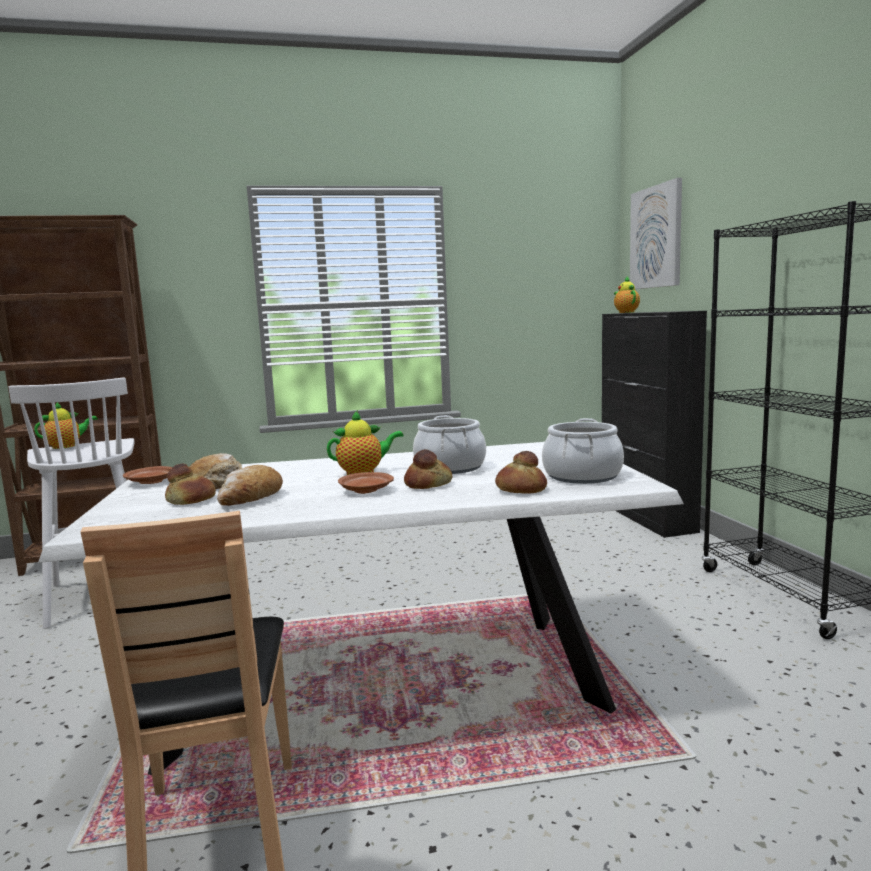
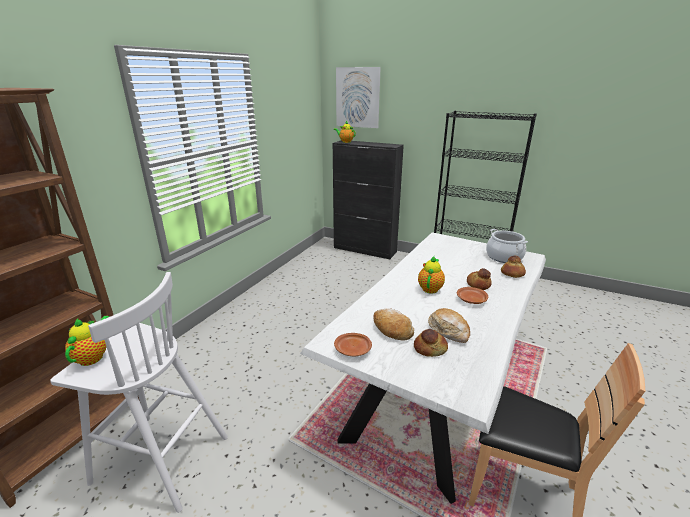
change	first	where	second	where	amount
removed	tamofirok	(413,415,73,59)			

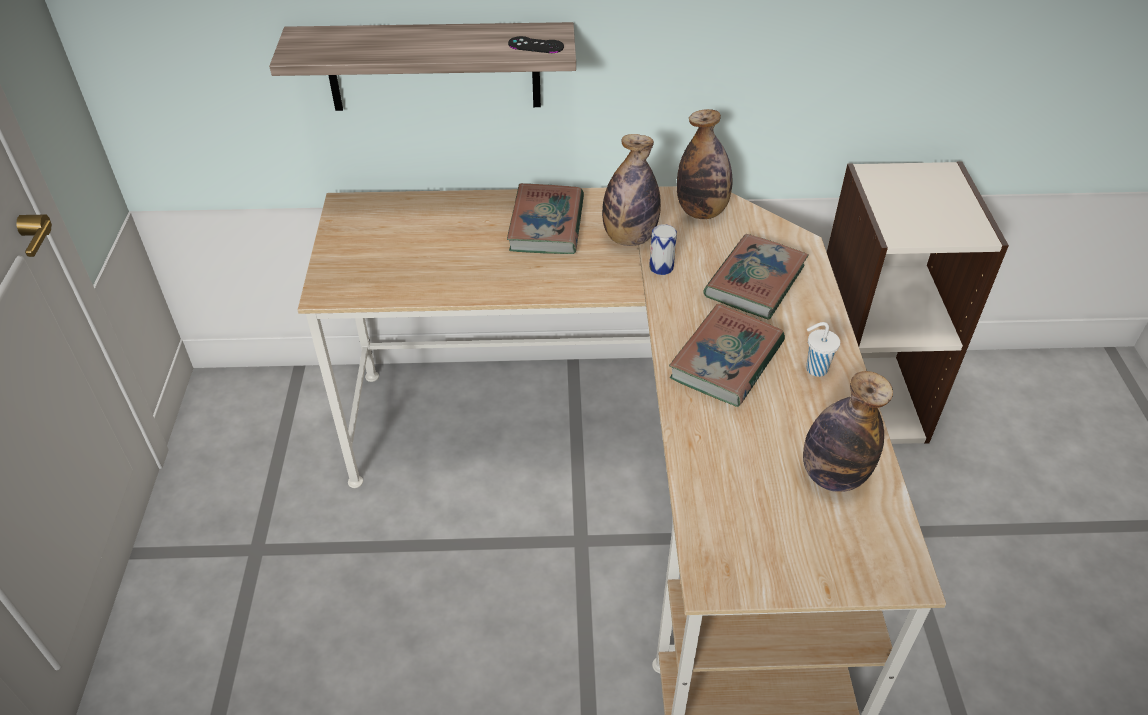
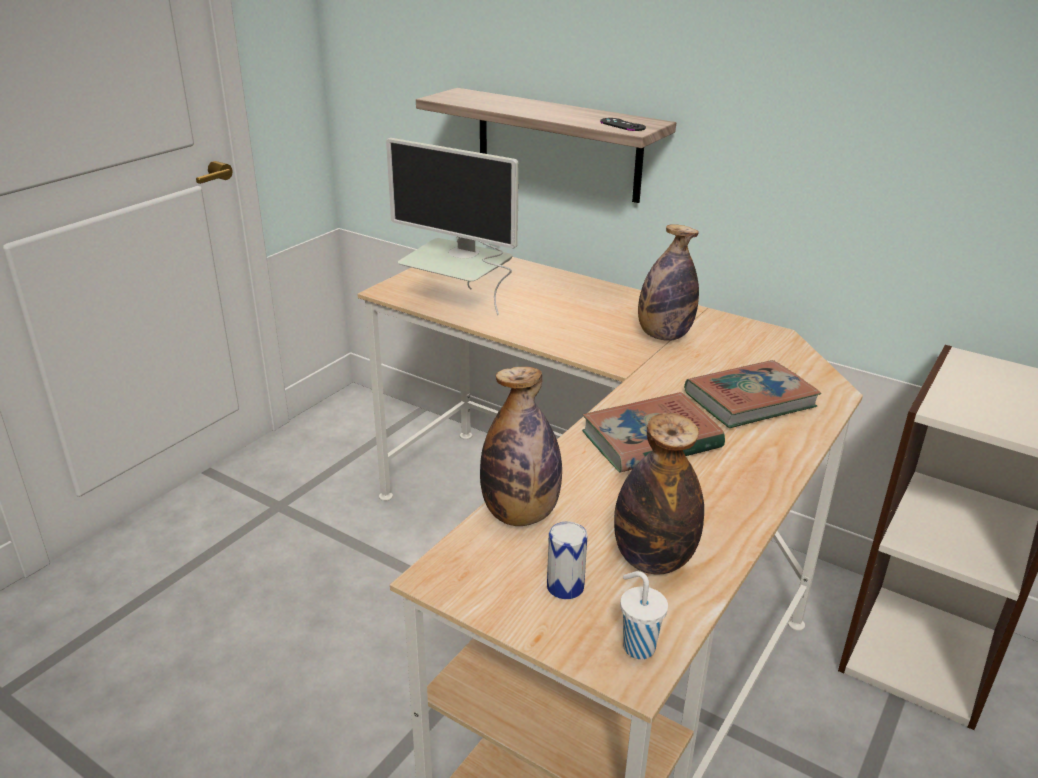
change	first	where	second	where	amount
added			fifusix	(386,138,132,177)	
moved	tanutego	(677,109,56,110)		(480,367,82,159)	
moved	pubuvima	(649,224,28,51)		(547,521,41,78)	
moved	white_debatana	(806,322,34,55)		(620,571,48,88)	
removed	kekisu	(507,183,77,71)			

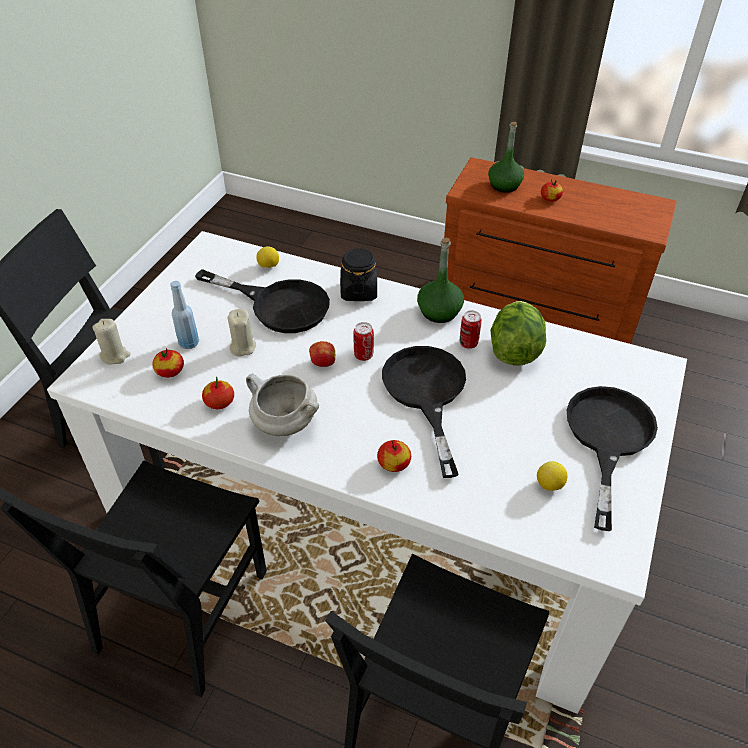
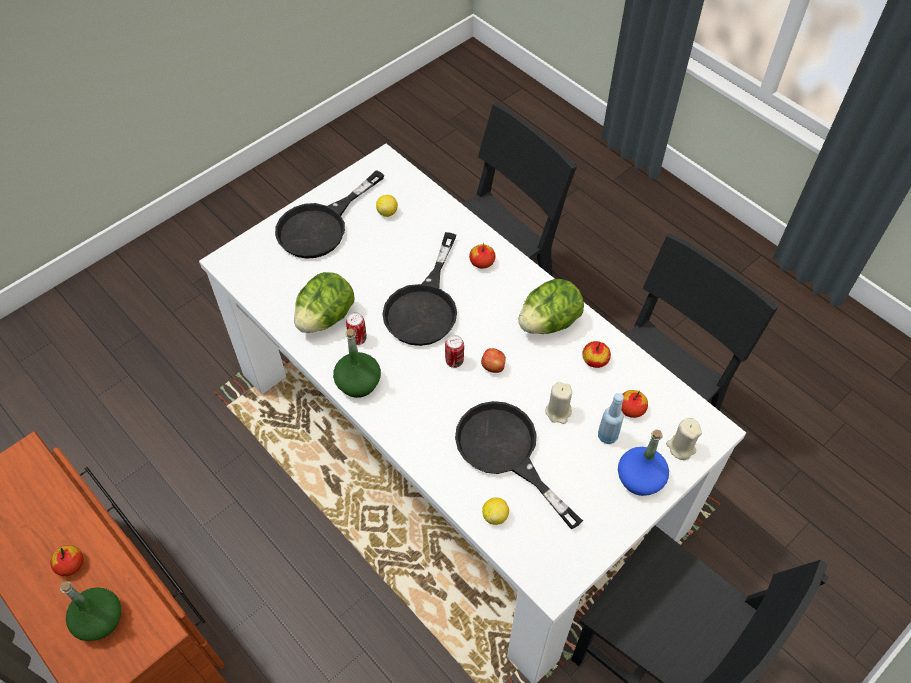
change	first	where	second	where	amount
replaced	white_tamofirok	(246,374,73,62)	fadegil	(518,279,66,55)	
added			blue_tanutego	(618,430,51,66)	
removed	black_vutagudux	(340,248,37,53)			

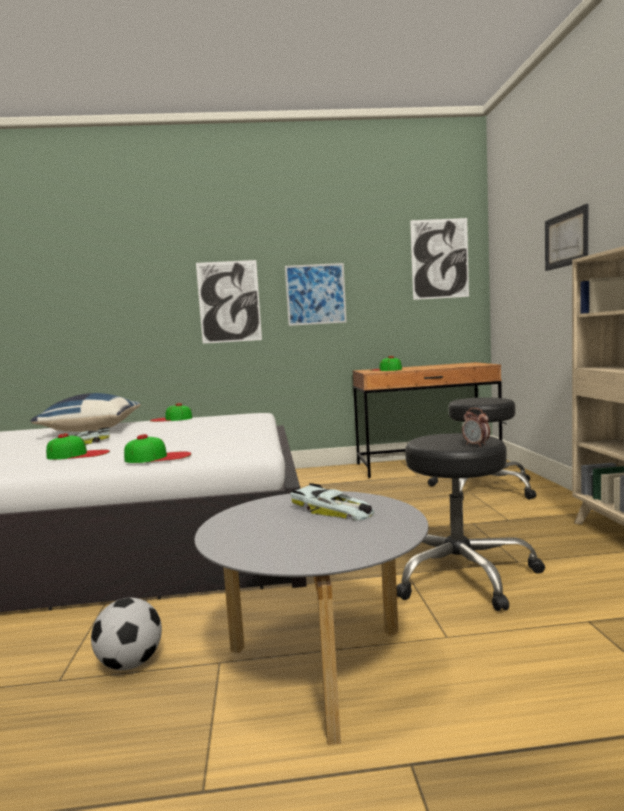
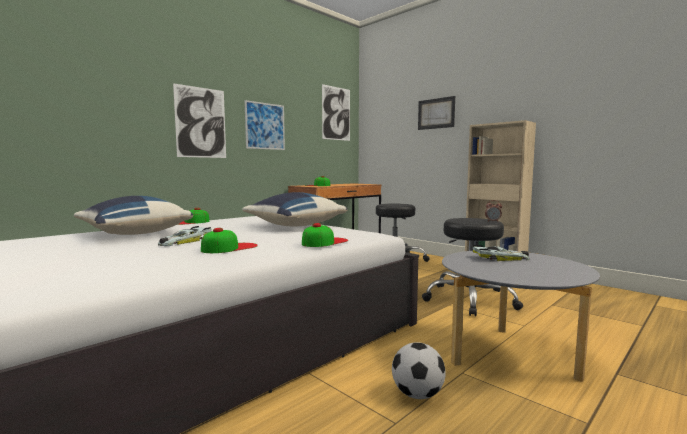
change	first	where	second	where	amount
added			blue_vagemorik	(242,192,105,35)	

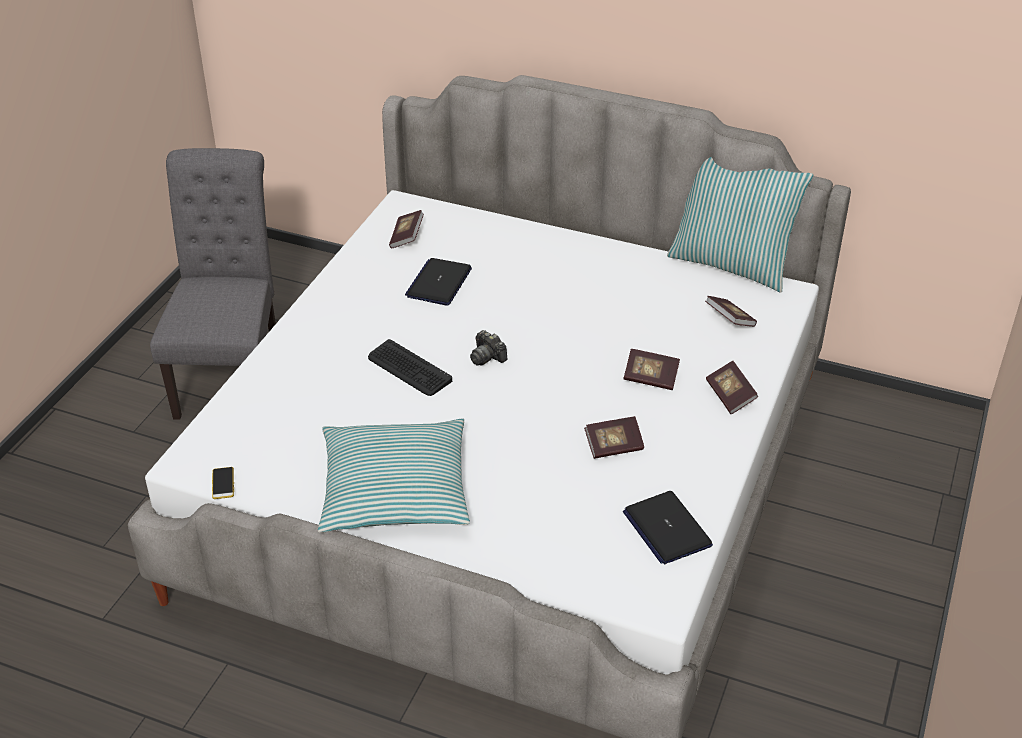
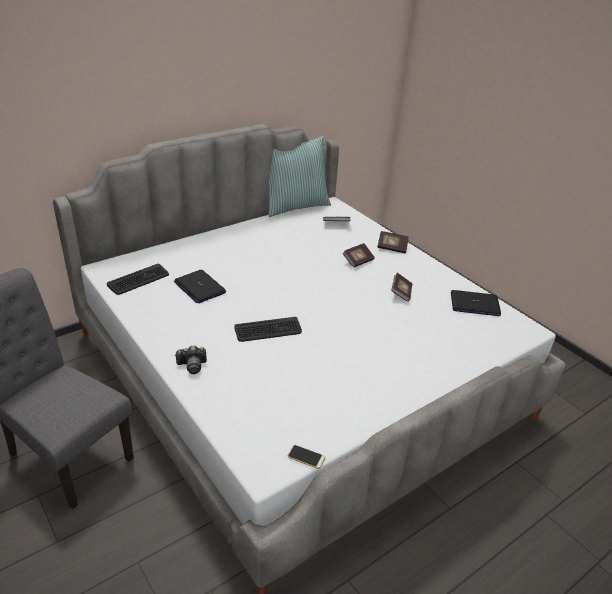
change	first	where	second	where	amount
replaced	kekisu	(389,210,35,39)	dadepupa	(107,264,62,31)	
moved	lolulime	(470,330,37,35)		(175,345,32,29)	
removed	vagemorik	(318,418,152,115)			

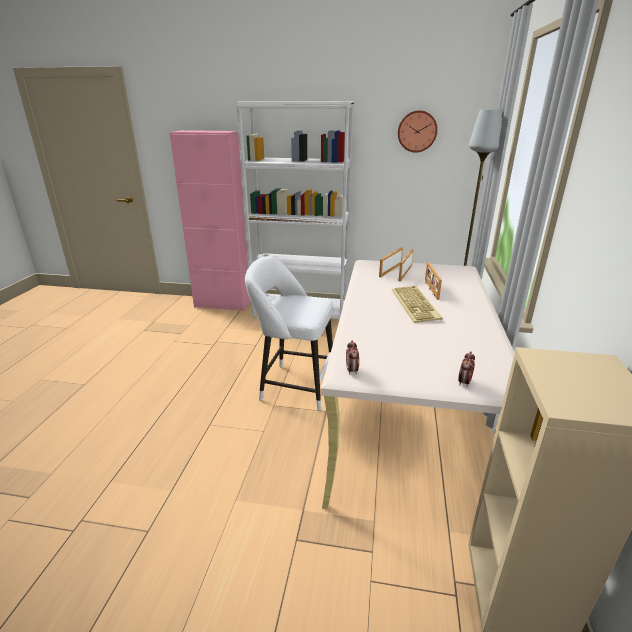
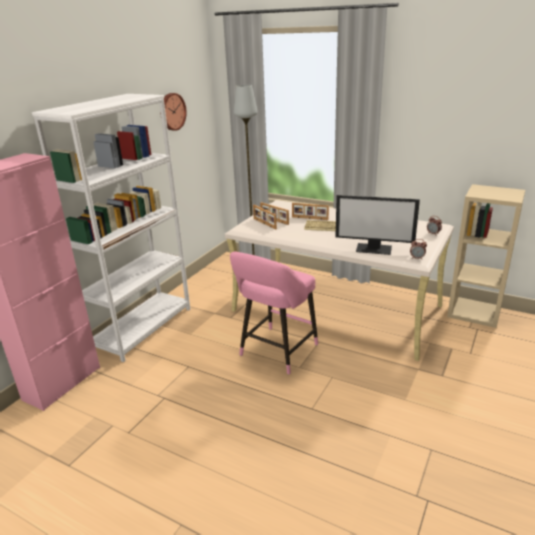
change	first	where	second	where	amount
recoloured	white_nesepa	(245,256,88,155)	pink_nesepa	(230,252,88,123)	
added			fifusix	(335,195,85,60)	

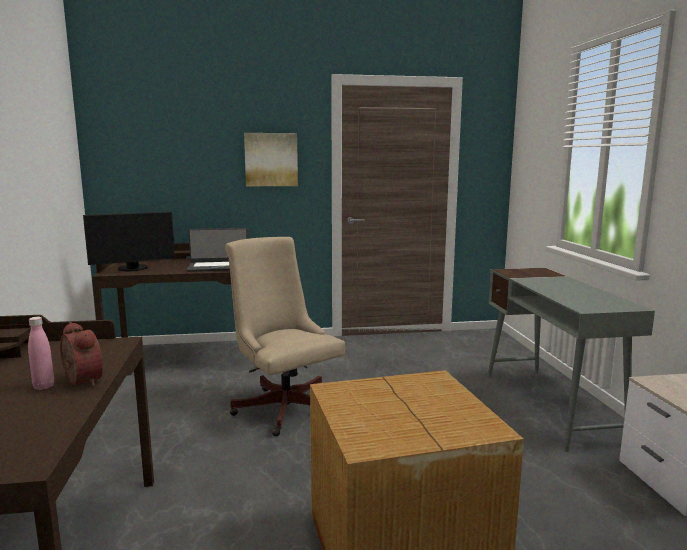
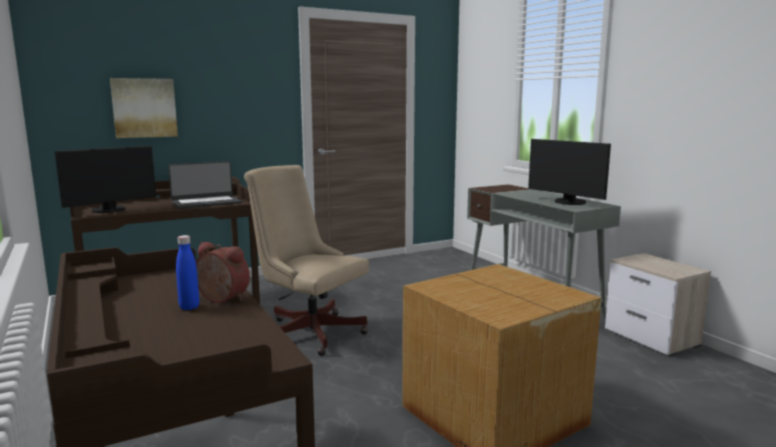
change	first	where	second	where	amount
moved	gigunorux	(244,133,54,53)		(110,78,68,60)	
recoloured	pink_tanutego	(28,317,26,73)	blue_tanutego	(176,235,23,75)	
added			fifusix	(528,139,83,66)	

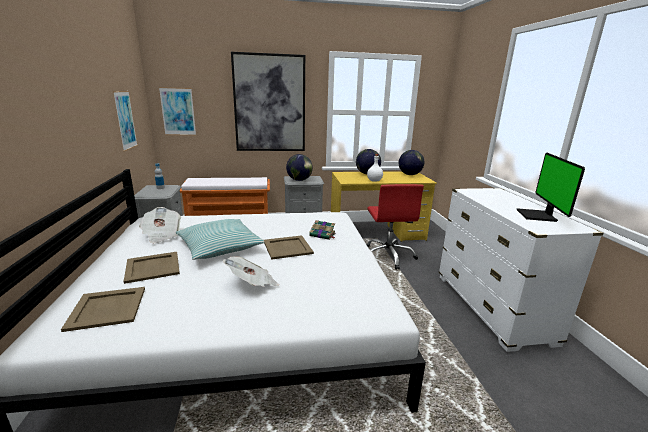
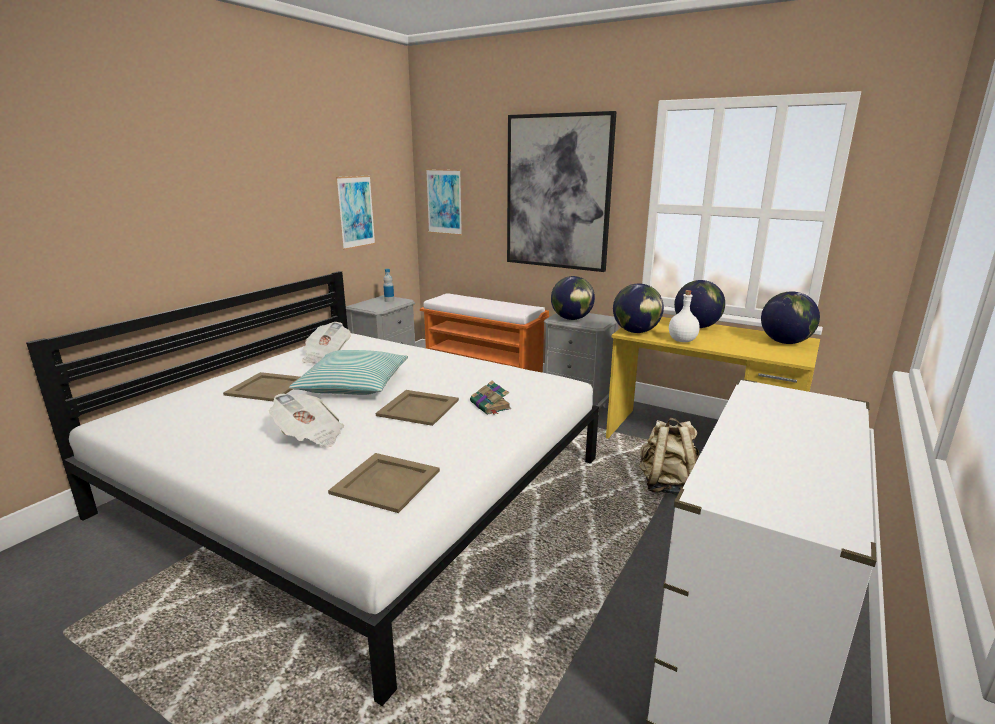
change	first	where	second	where	amount
moved	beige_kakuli	(61,287,84,45)		(328,453,112,60)	
added			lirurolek	(613,283,51,50)	
replaced	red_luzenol	(366,184,58,86)	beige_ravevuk	(639,418,60,77)	
removed	fifusix	(517,153,68,69)			

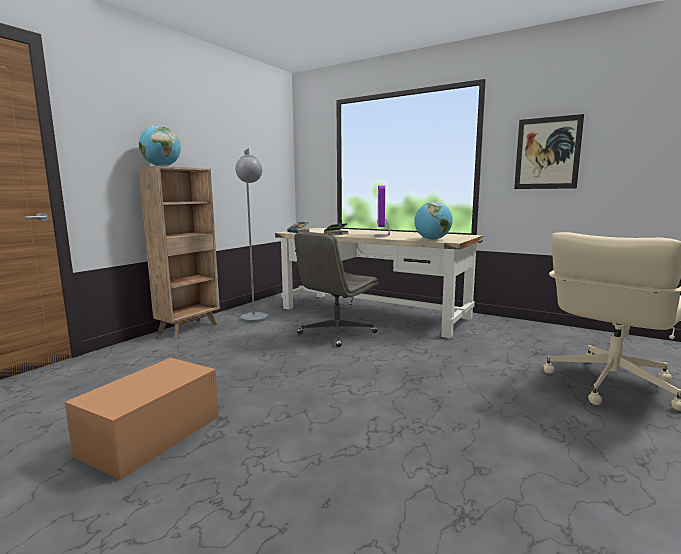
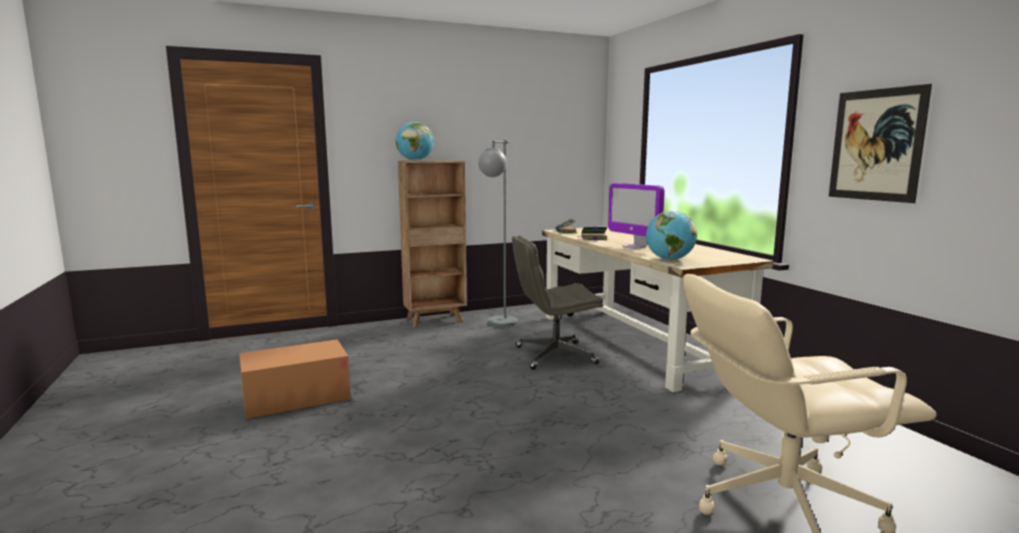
change	first	where	second	where	amount
turned	fifusix	(375,185,15,52)		(608,183,57,66)	75 degrees counterclockwise

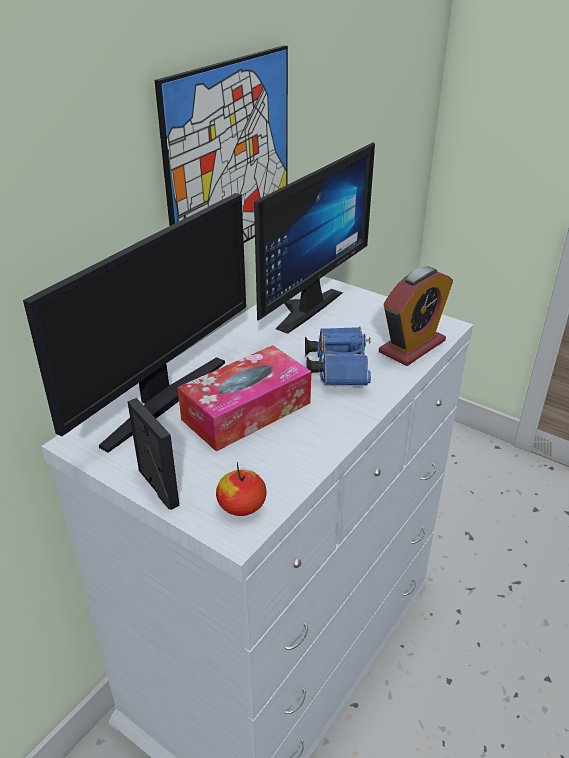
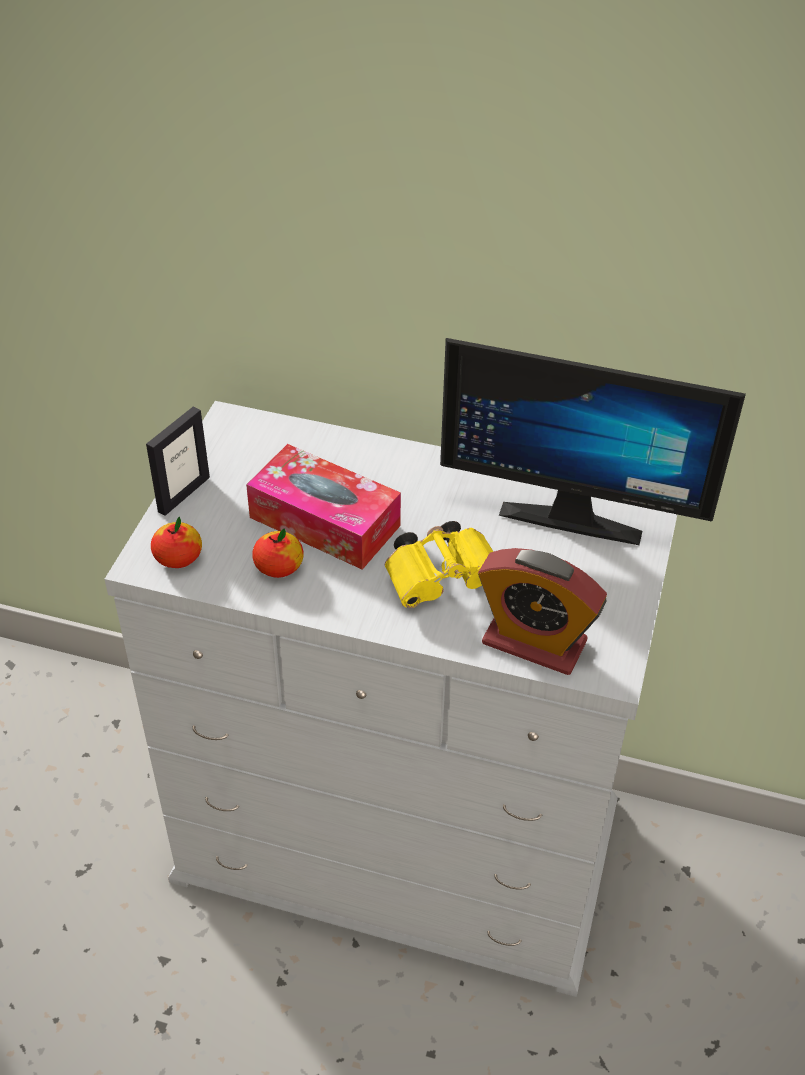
change	first	where	second	where	amount
added			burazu	(252,529,52,49)	
recoloured	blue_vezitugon	(305,327,66,59)	yellow_vezitugon	(385,521,109,87)	
removed	fifusix	(23,193,223,260)			
removed	gigunorux	(155,45,133,198)			

